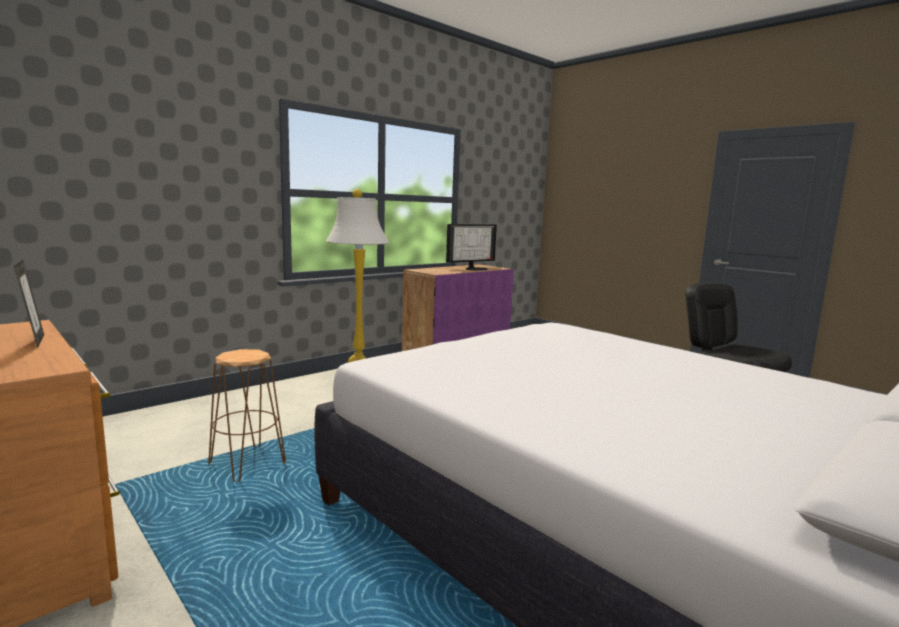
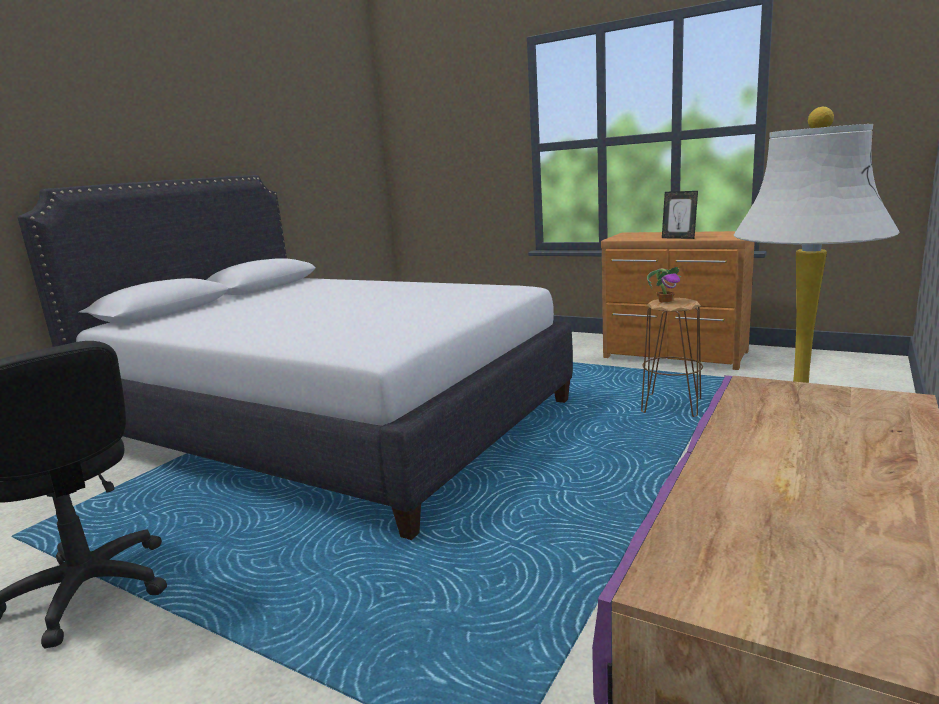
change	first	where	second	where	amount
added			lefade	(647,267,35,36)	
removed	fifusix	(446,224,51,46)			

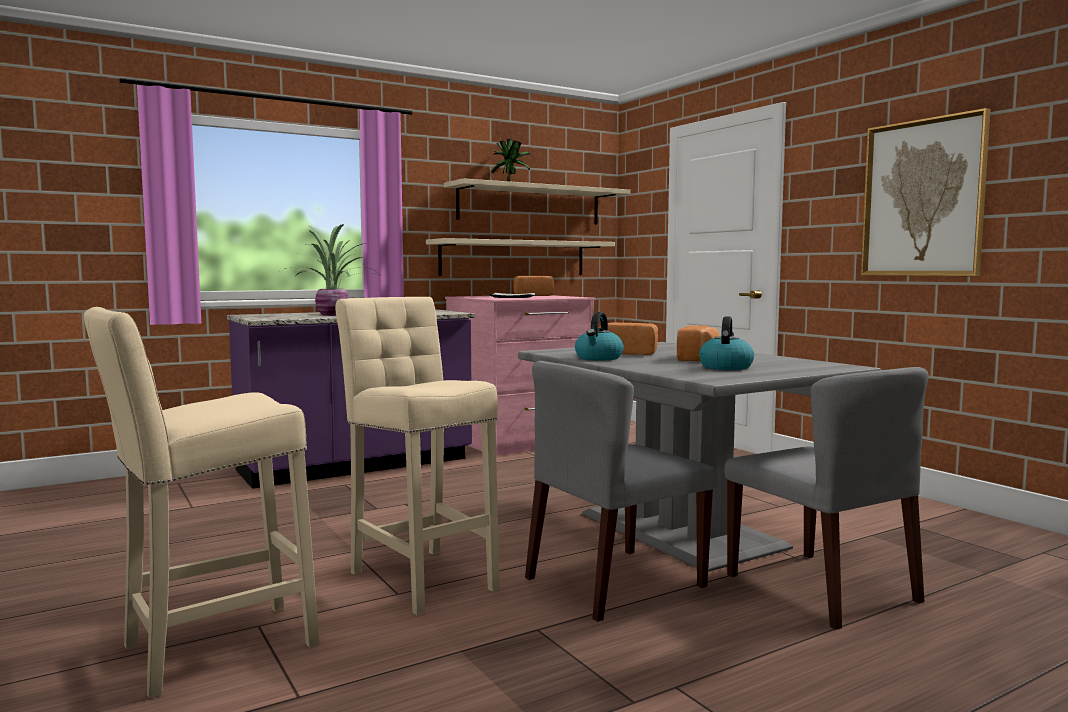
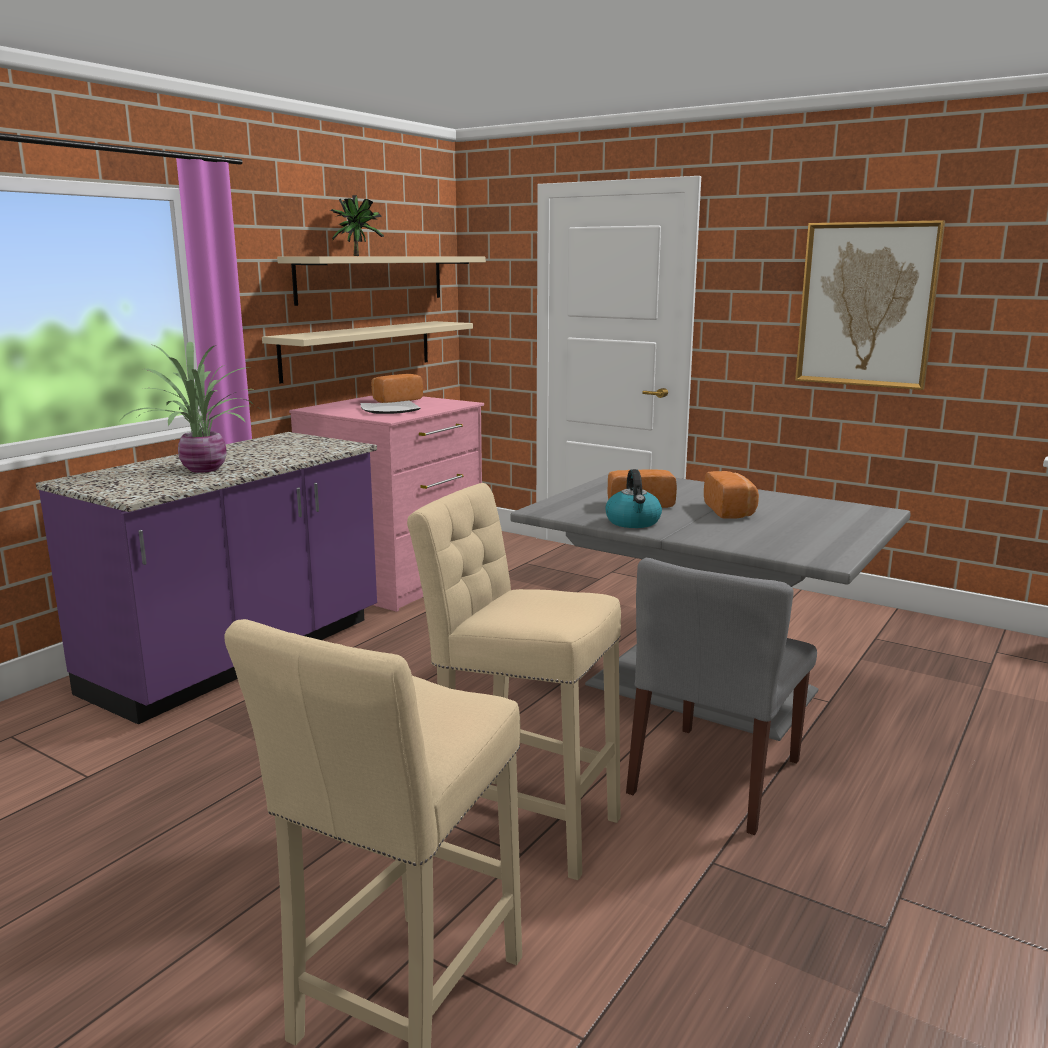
change	first	where	second	where	amount
removed	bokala	(699,316,55,54)			
removed	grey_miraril	(724,367,204,263)			

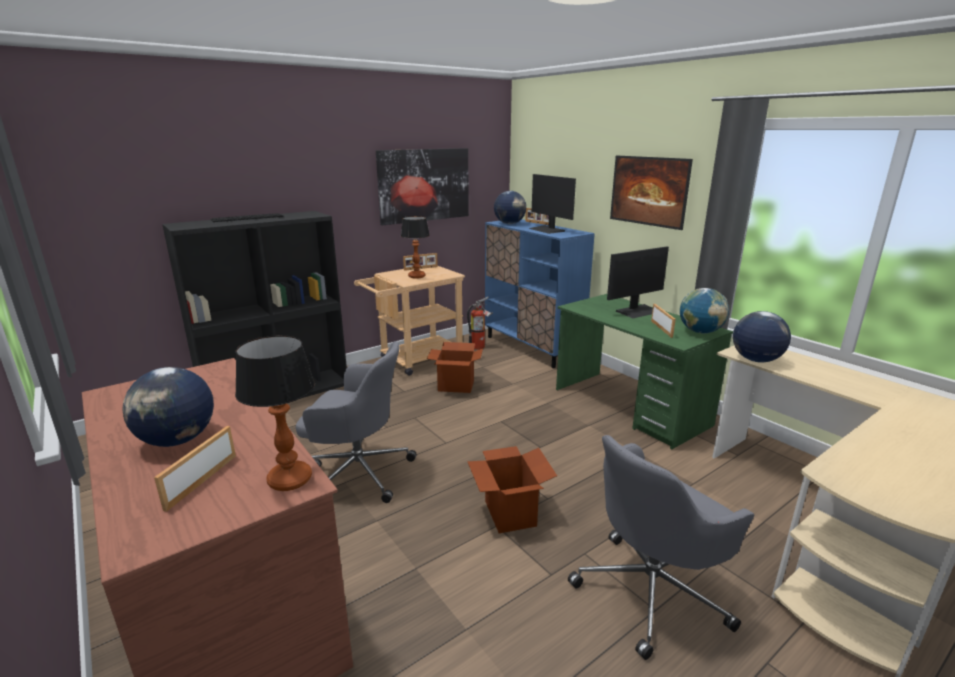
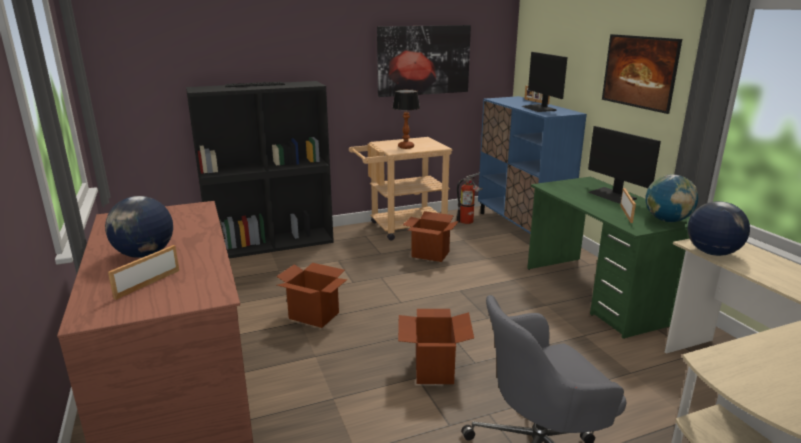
change	first	where	second	where	amount
replaced	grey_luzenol	(296,341,121,162)	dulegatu	(276,263,72,65)	
turned	fifusix	(607,247,62,71)		(588,126,73,78)	75 degrees clockwise
removed	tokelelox	(235,335,80,156)			
removed	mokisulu	(403,253,35,18)			
removed	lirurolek	(494,191,32,33)			

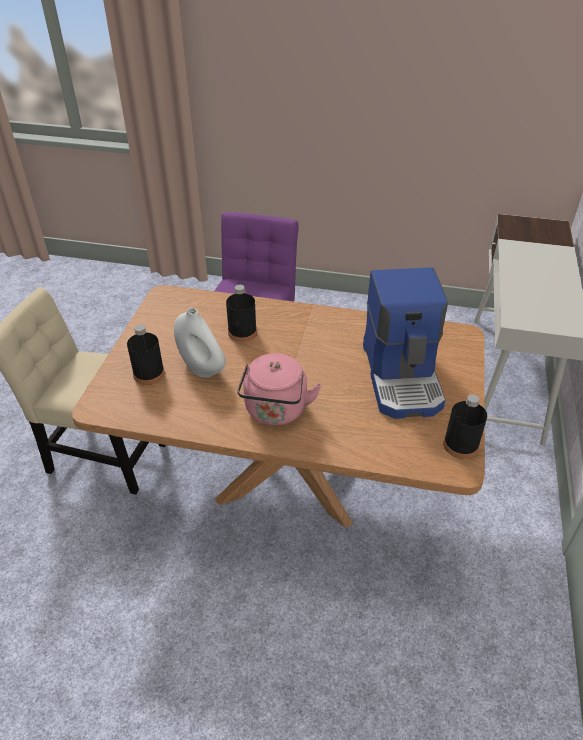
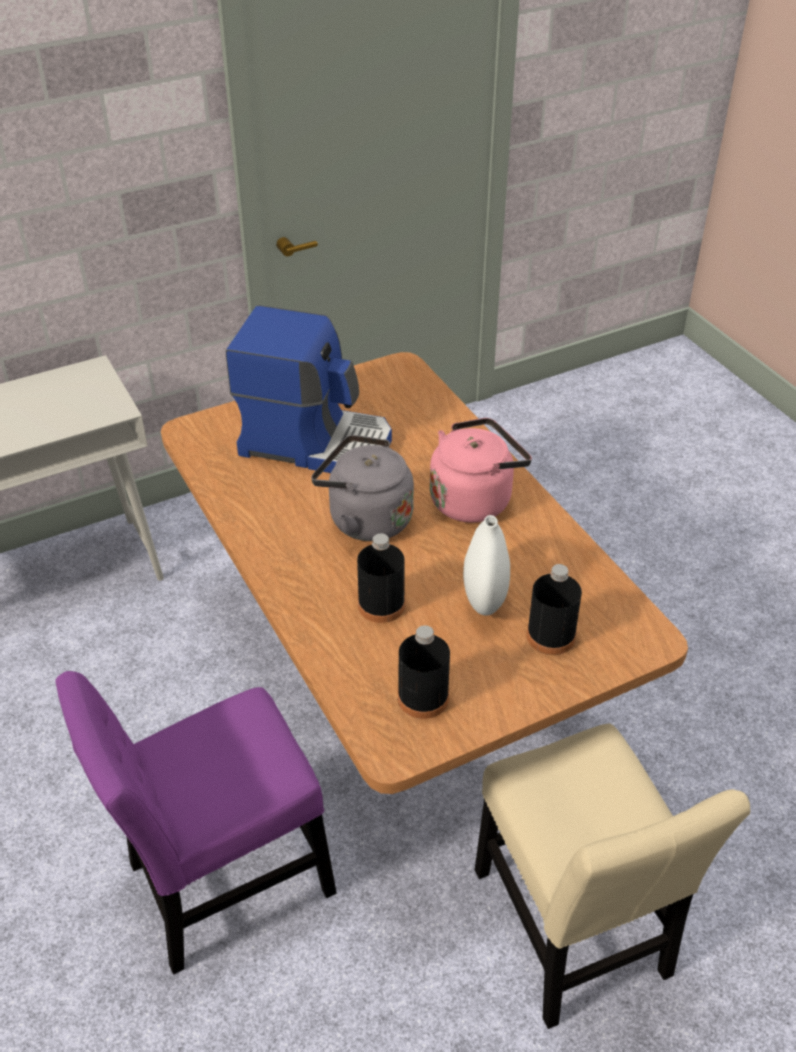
change	first	where	second	where	amount
turned	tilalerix	(363,267,85,152)		(226,305,166,168)	60 degrees clockwise
added			grey_bokala	(311,435,103,106)	
moved	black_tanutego	(443,394,44,65)		(398,625,52,94)	

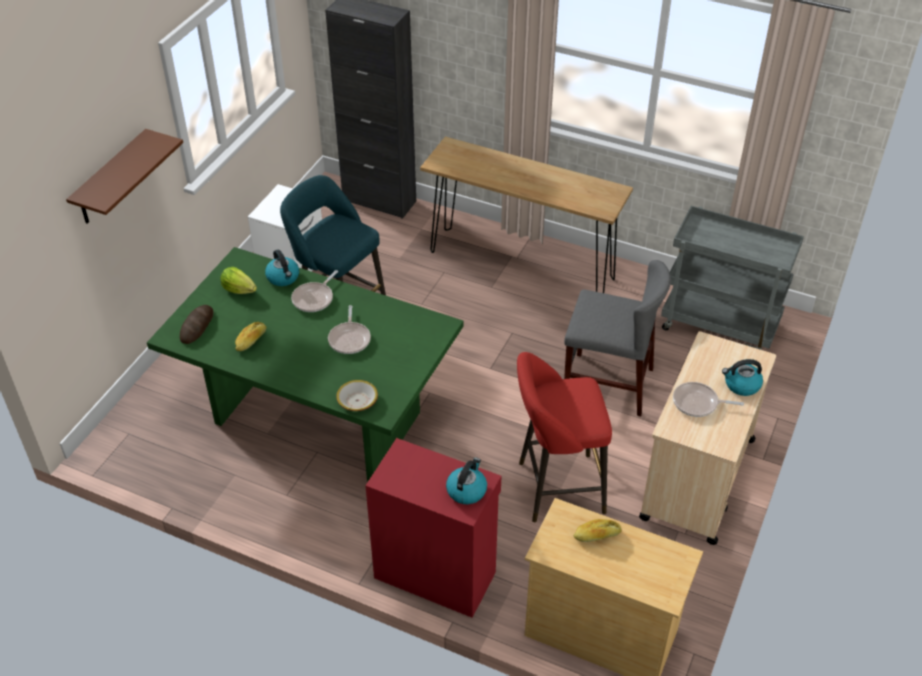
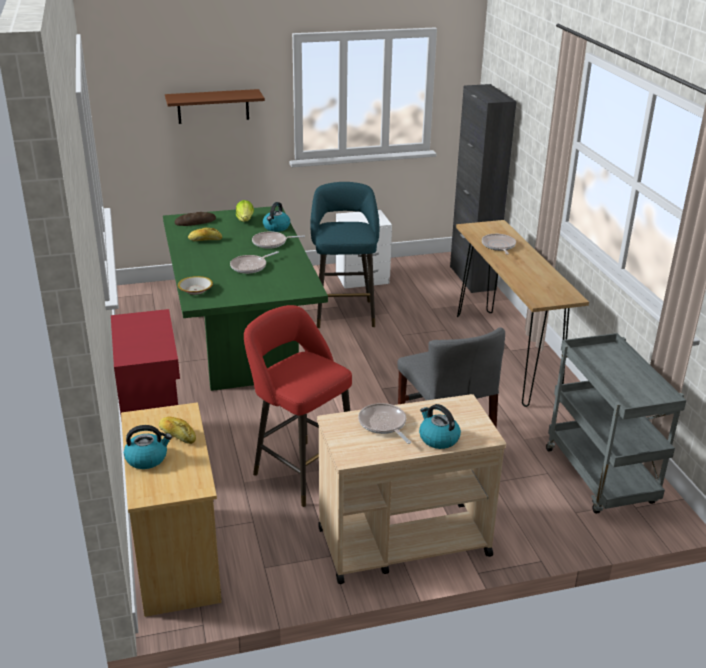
change	first	where	second	where	amount
moved	bokala	(446,458,41,46)		(124,425,48,44)	
added			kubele	(482,234,34,21)	

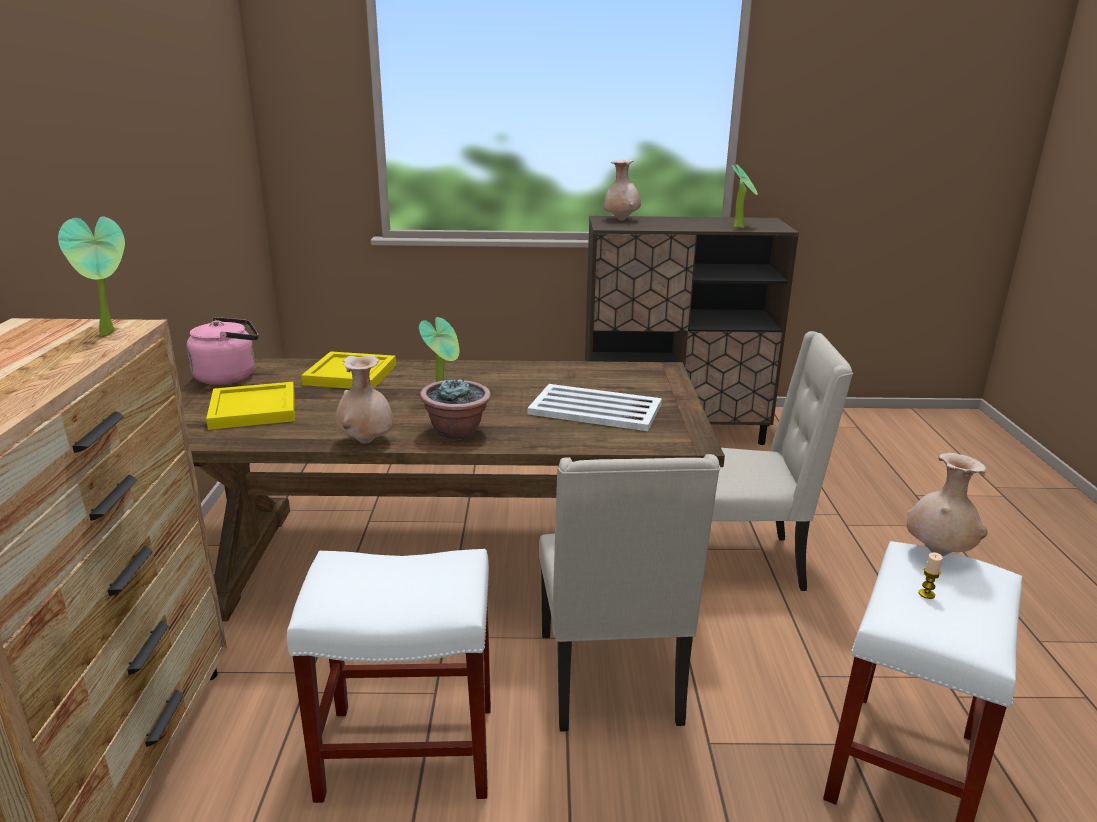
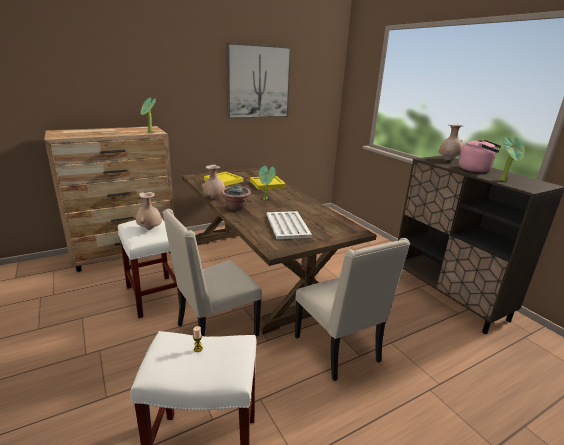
change	first	where	second	where	amount
moved	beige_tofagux	(907,453,81,103)		(136,192,26,38)	
added			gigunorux	(226,42,66,77)	
moved	pink_bokala	(186,317,72,68)		(458,139,43,33)	

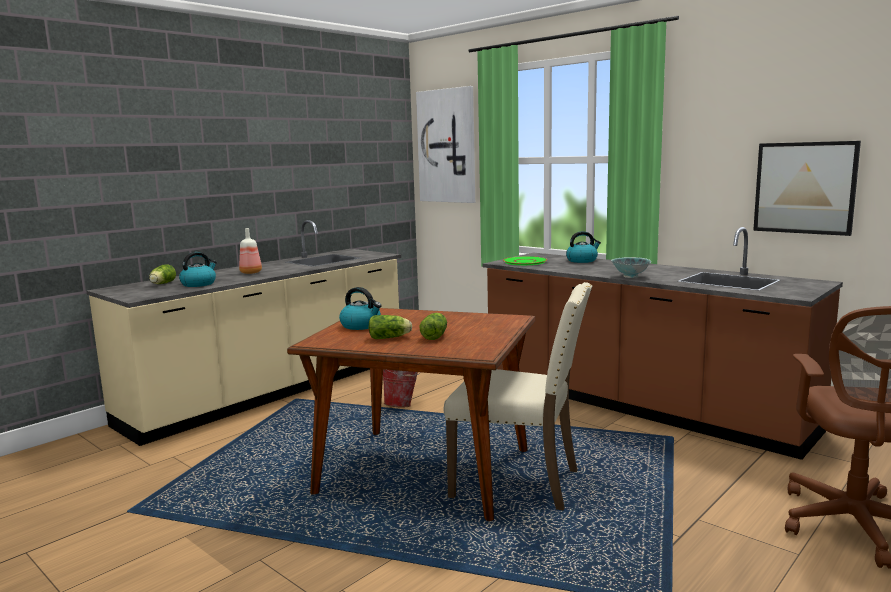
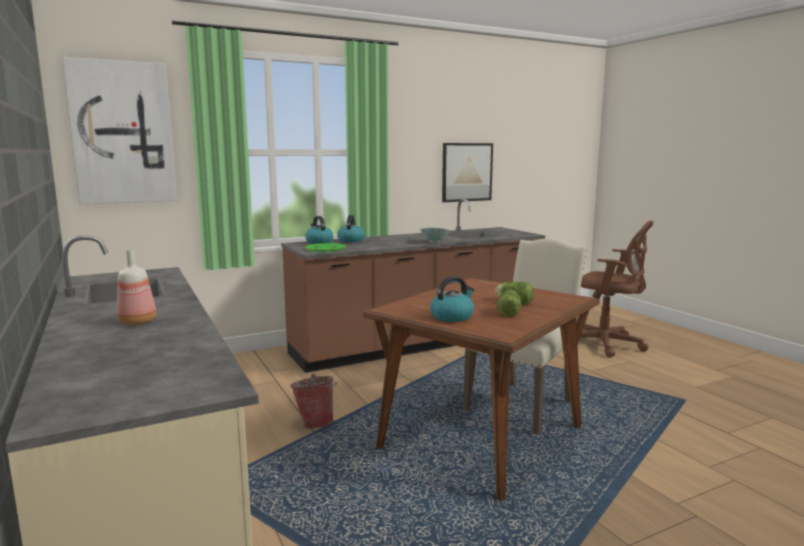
change	first	where	second	where	amount
moved	bokala	(179,252,38,35)		(305,216,28,28)	
removed	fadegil	(149,264,27,20)			

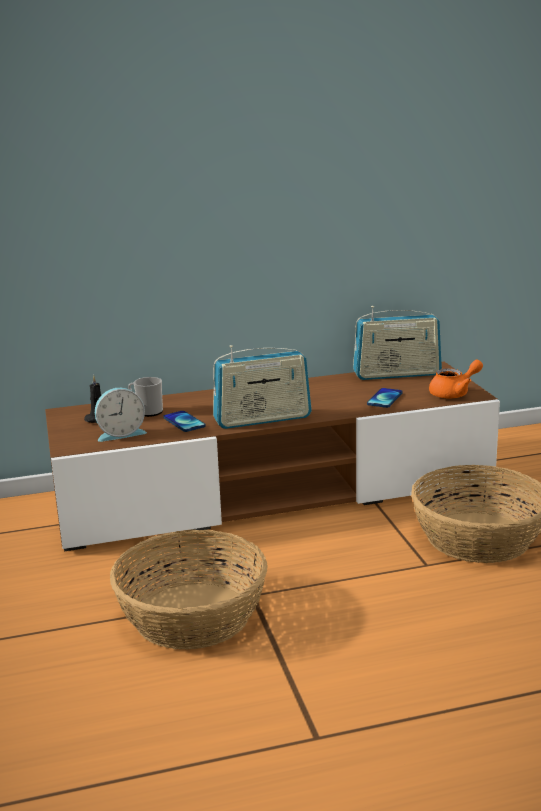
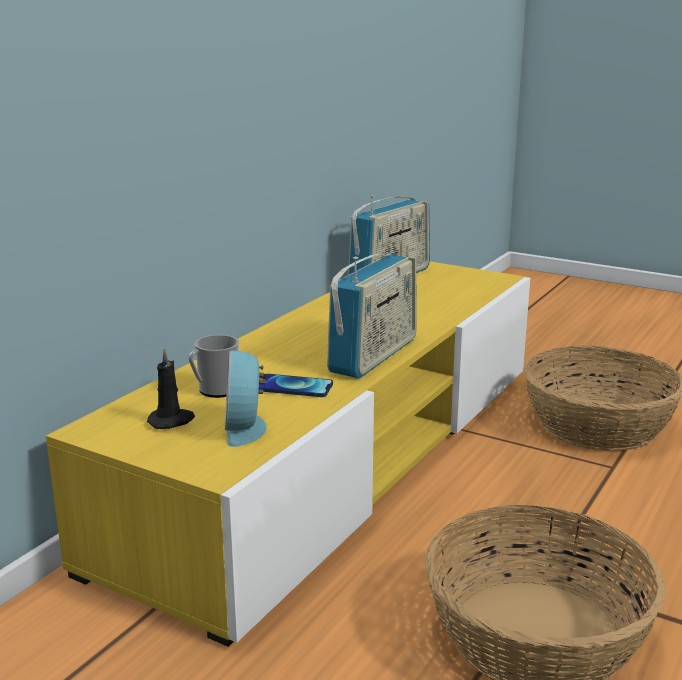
change	first	where	second	where	amount
recoloured	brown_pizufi	(45,362,455,189)	yellow_pizufi	(46,262,484,385)	
turned	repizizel	(95,388,52,54)		(225,350,42,97)	150 degrees clockwise
removed	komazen	(367,388,36,20)			
removed	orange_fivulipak	(429,359,54,40)			

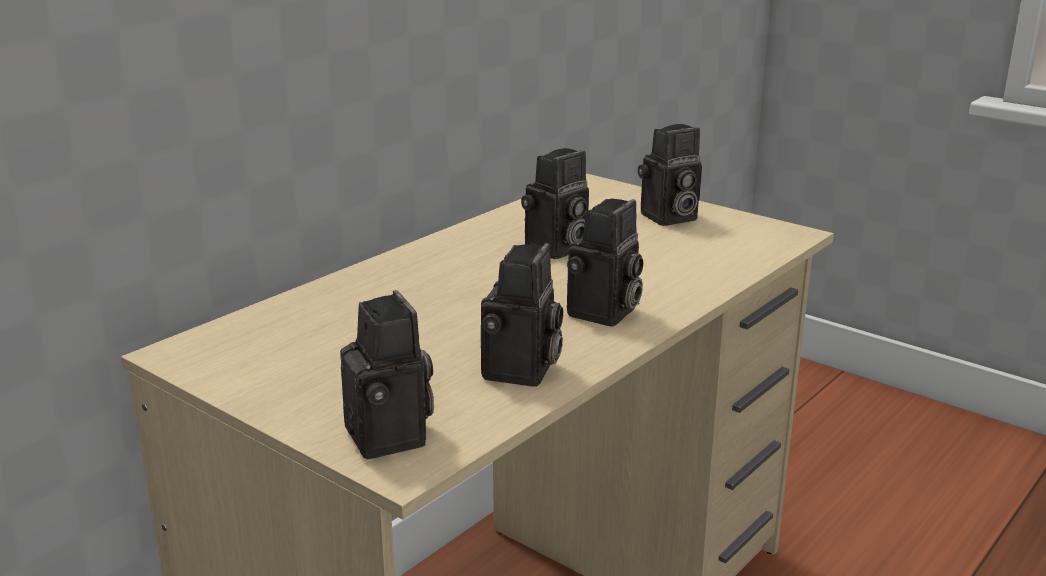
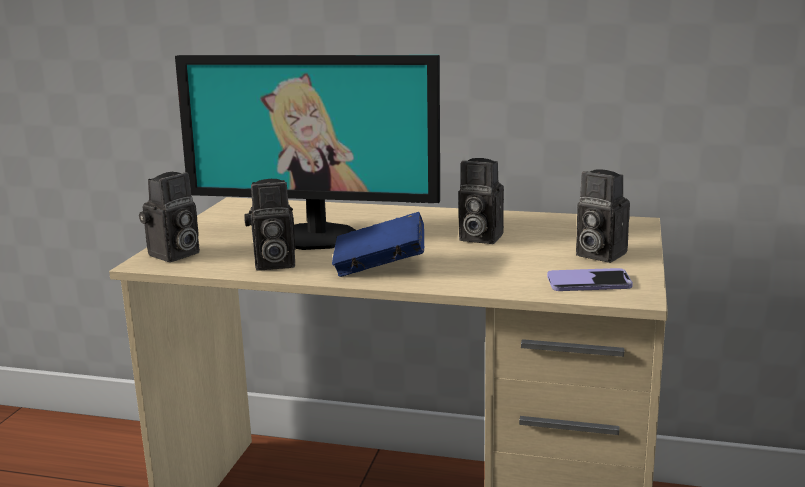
change	first	where	second	where	amount
added			fifusix	(175,55,265,195)	
replaced	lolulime	(567,199,76,128)	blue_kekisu	(332,212,92,65)	
added			komazen	(547,268,86,23)	

